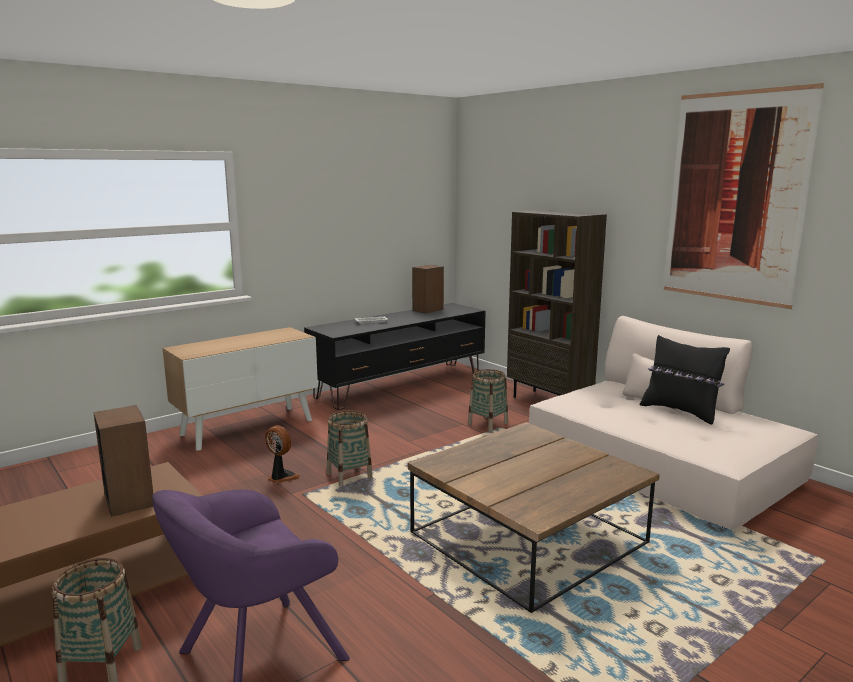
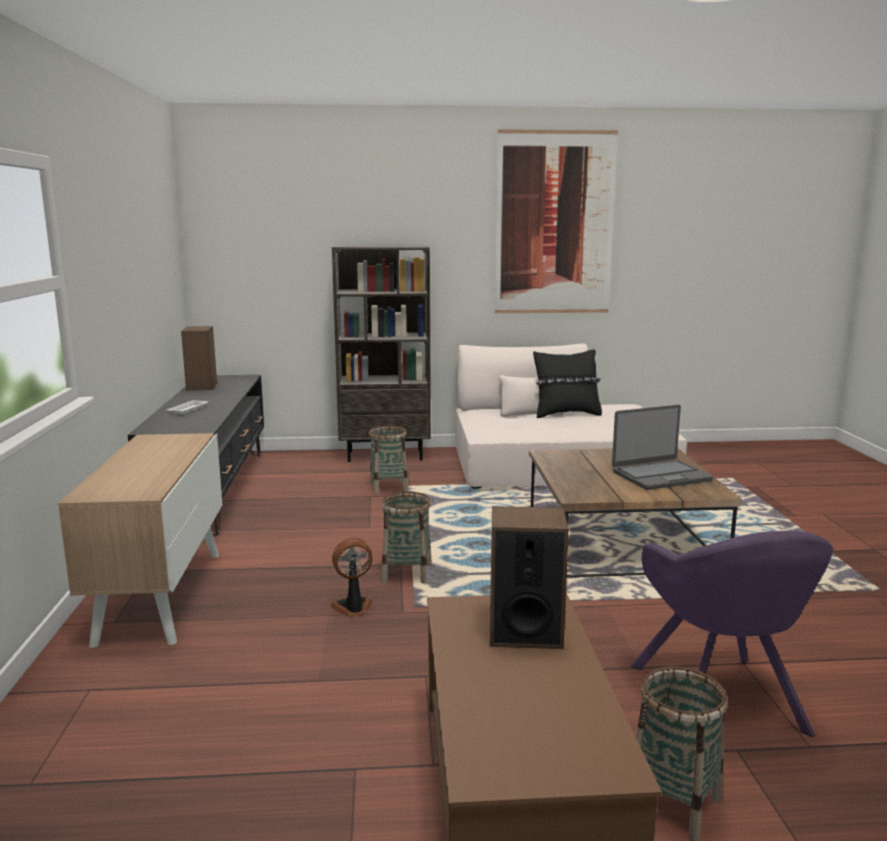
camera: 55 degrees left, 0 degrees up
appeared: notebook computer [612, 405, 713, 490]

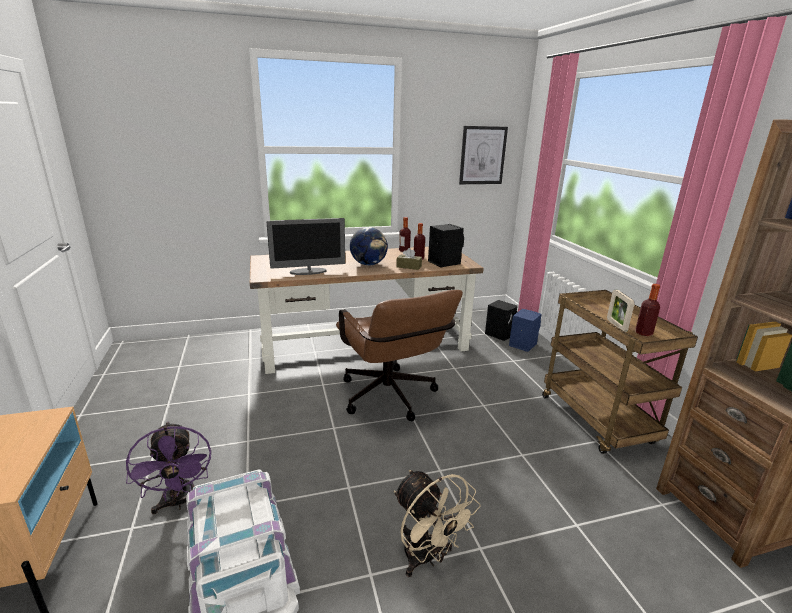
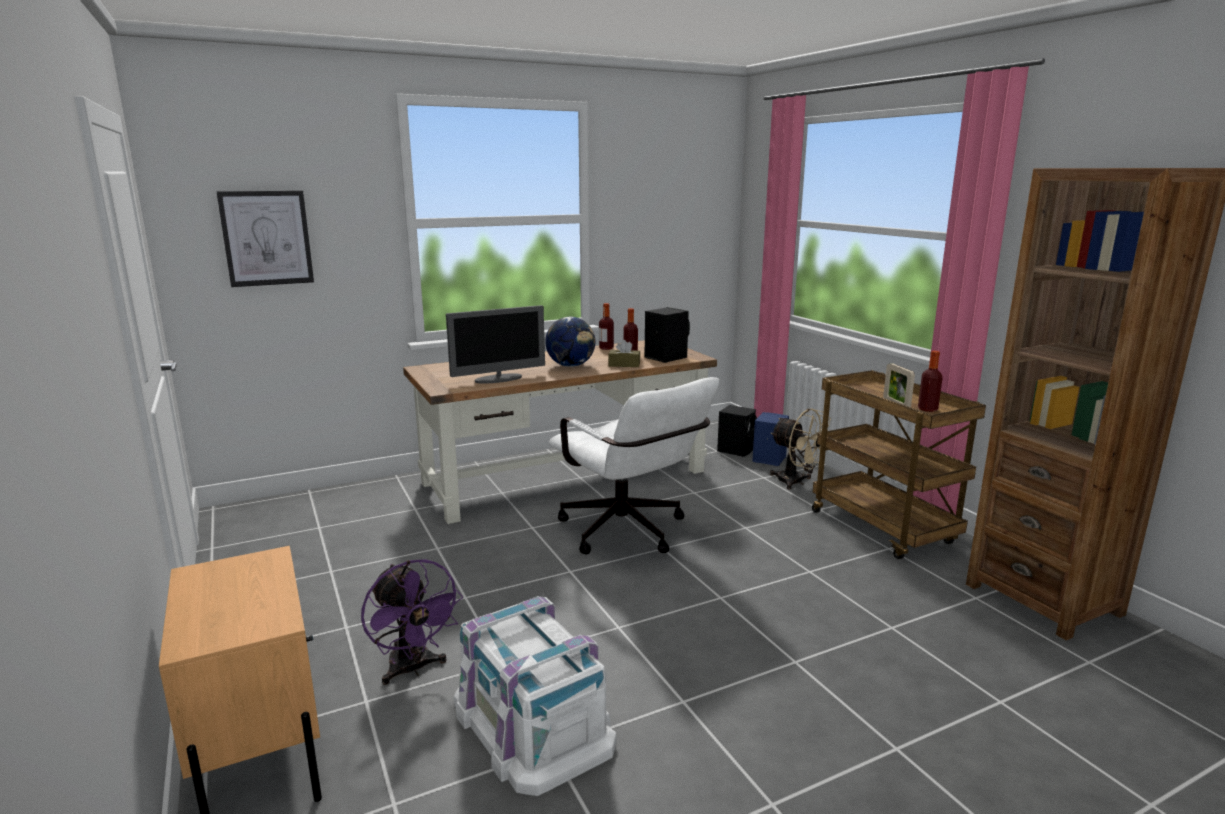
camera: 10 degrees left, 5 degrees down
relocated: wall art [459, 126, 508, 184] to [217, 190, 314, 287]; sand-coloured electric fan [394, 470, 481, 577] to [770, 408, 831, 490]
colour: brownish office chair [336, 290, 463, 421] to whitish office chair [549, 377, 719, 554]

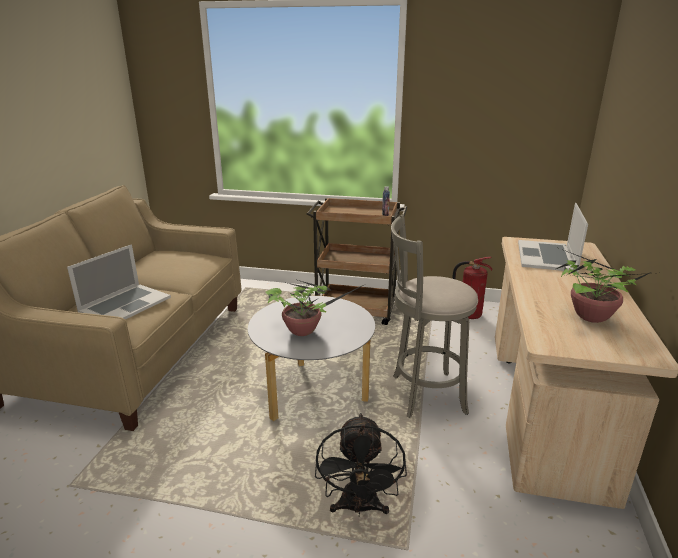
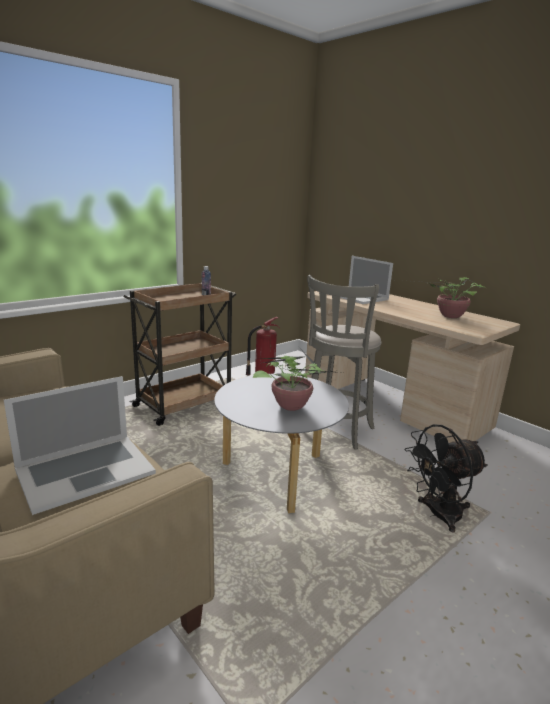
camera: 55 degrees left, 5 degrees down
spun: notebook computer [67, 244, 171, 319] = [4, 376, 156, 515] 75 degrees clockwise; black electric fan [315, 413, 407, 517] = [405, 424, 488, 532] 120 degrees clockwise

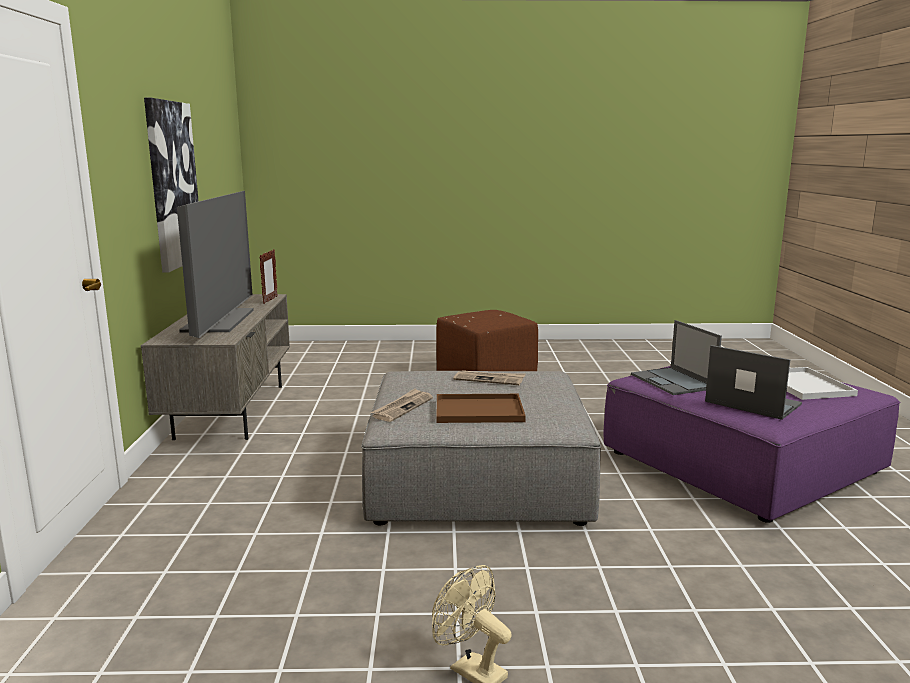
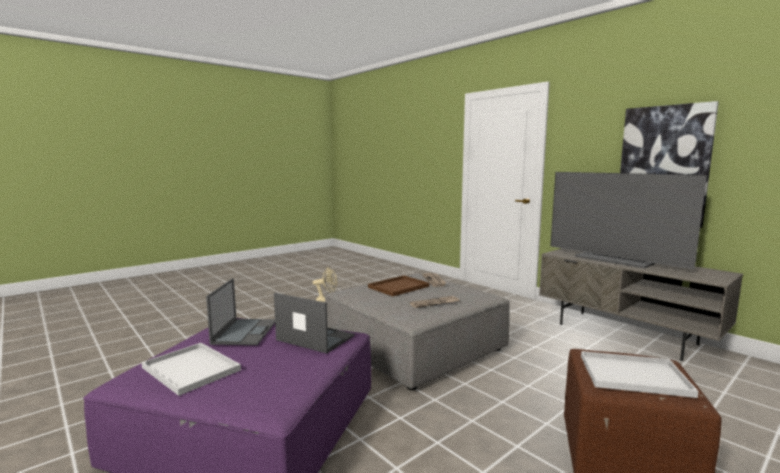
camera: 140 degrees right, 5 degrees down
missing: picture frame [259, 249, 278, 304]
appeared: whitish serving tray [581, 351, 699, 398]
spun: notebook computer [705, 345, 802, 420] = [206, 278, 275, 345] 90 degrees counterclockwise

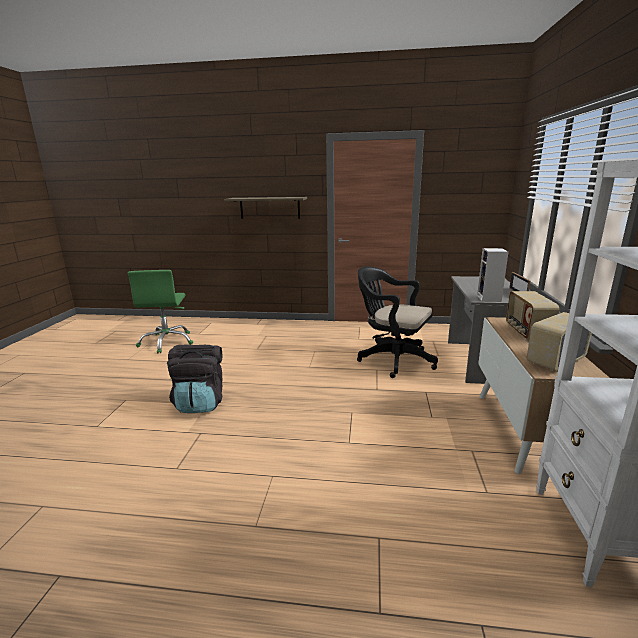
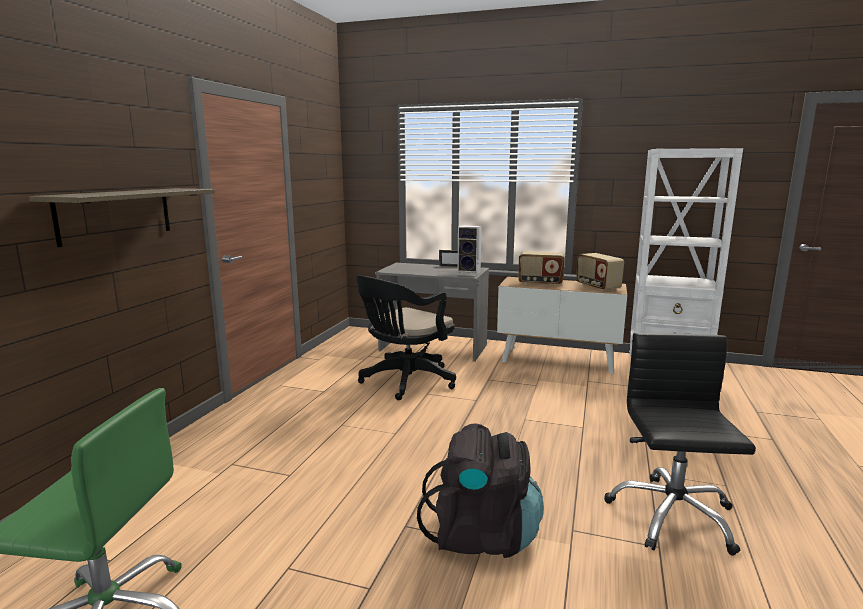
camera: 80 degrees left, 5 degrees down
appeared: black office chair [604, 333, 756, 556]

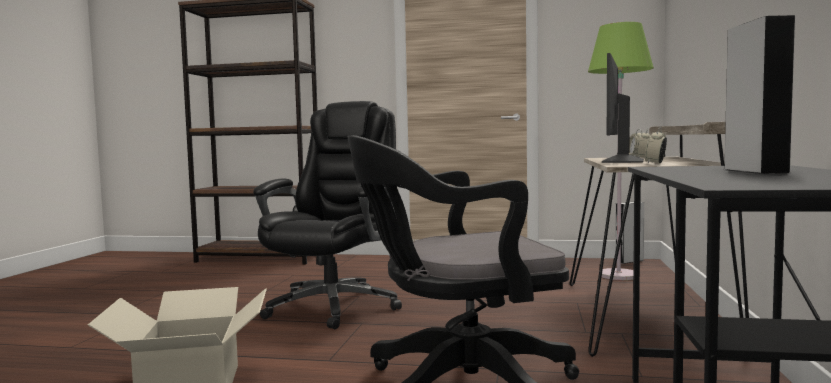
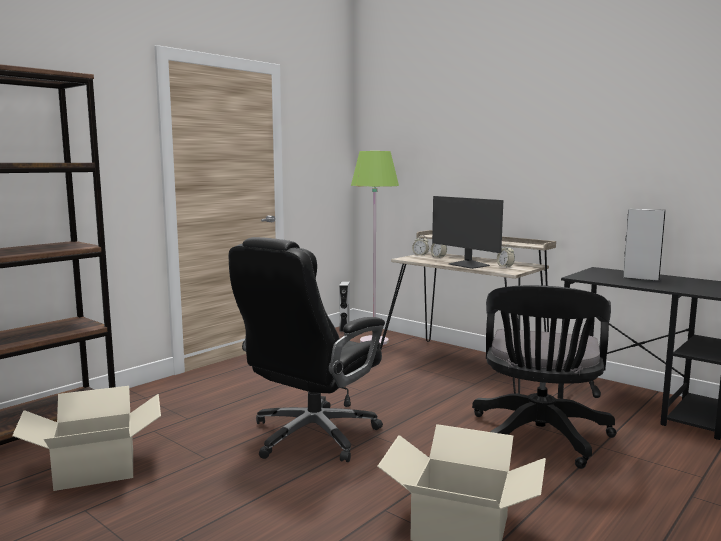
camera: 60 degrees left, 5 degrees up
appeared: cardboard box [12, 386, 161, 491]
spun: black office chair [253, 101, 402, 329] = [229, 237, 385, 462] 105 degrees counterclockwise

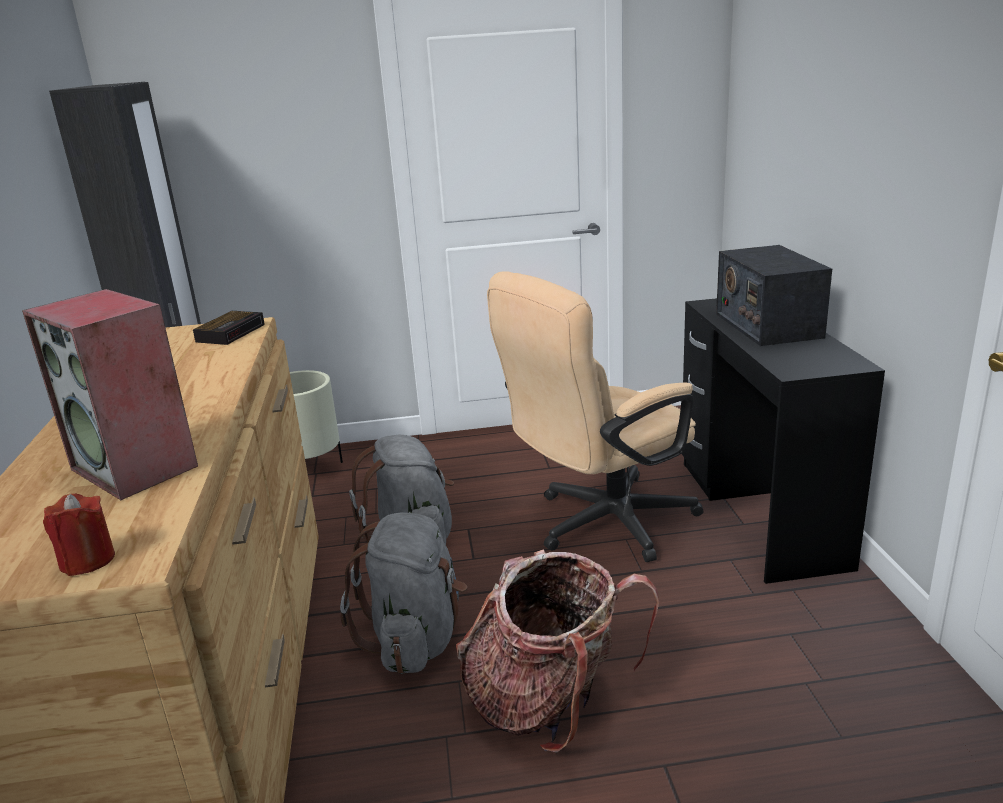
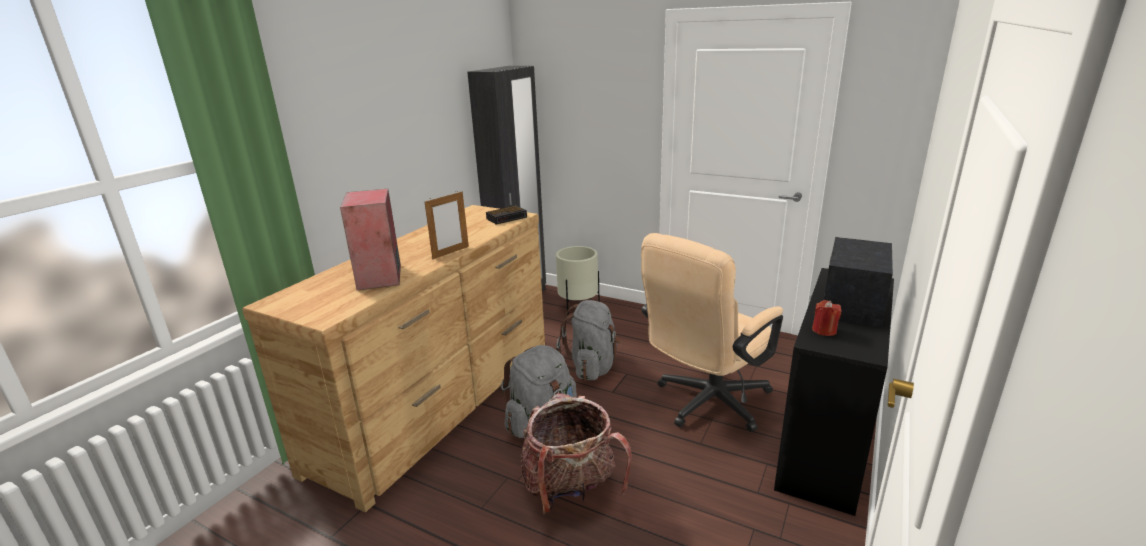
camera: 35 degrees right, 0 degrees up
appeared: picture frame [425, 191, 469, 259]
relocated: red wax candle [43, 494, 115, 576] to [812, 300, 842, 336]
spun: sand-coloured office chair [487, 271, 704, 562] = [641, 233, 783, 432] 45 degrees counterclockwise

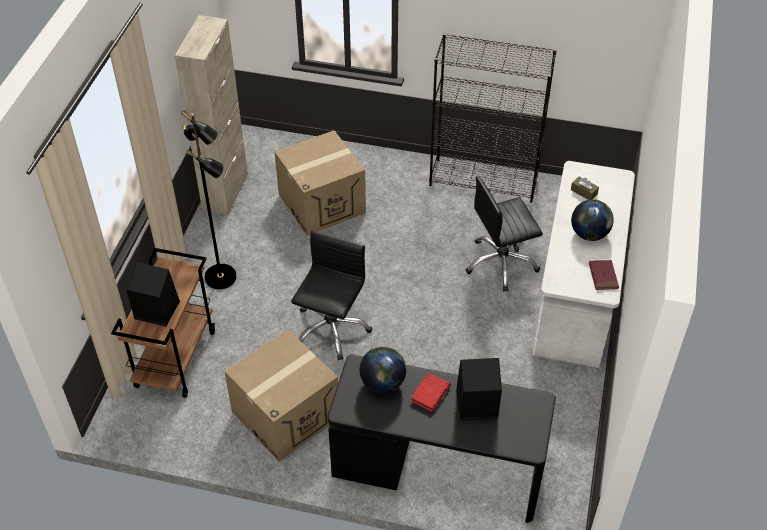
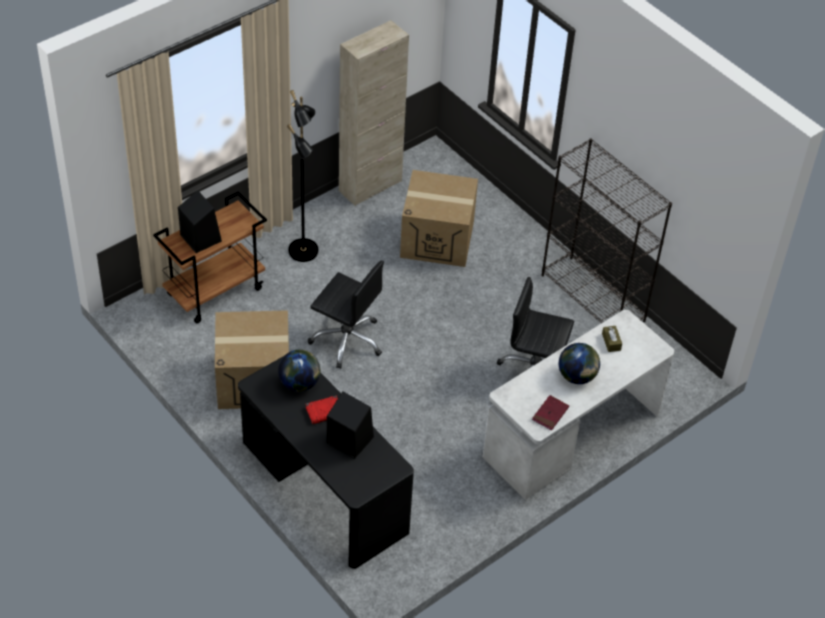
camera: 35 degrees right, 0 degrees up
spun: black office chair [291, 230, 372, 360] = [308, 261, 384, 369] 60 degrees clockwise

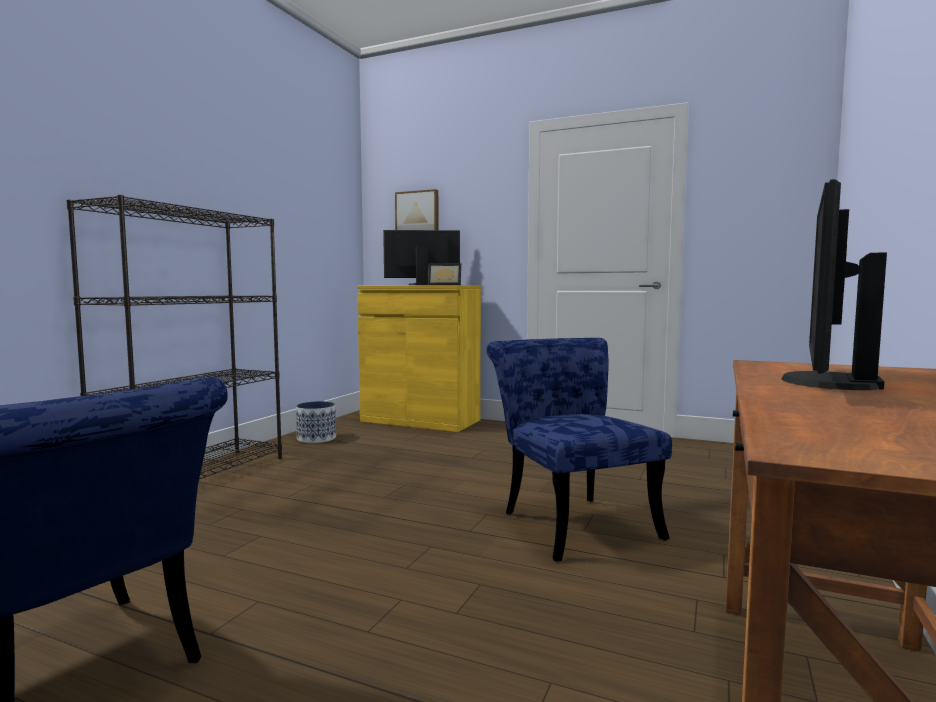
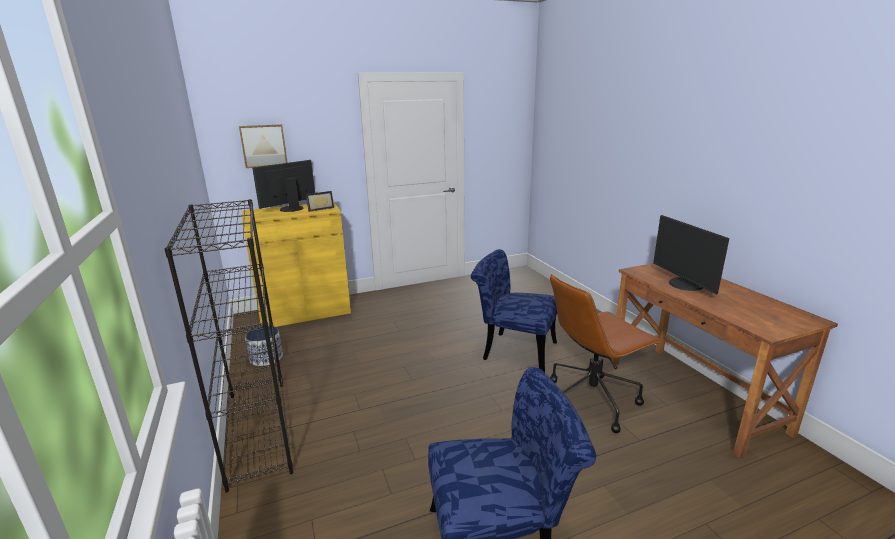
camera: 45 degrees left, 15 degrees up
appeared: brownish office chair [550, 274, 663, 433]

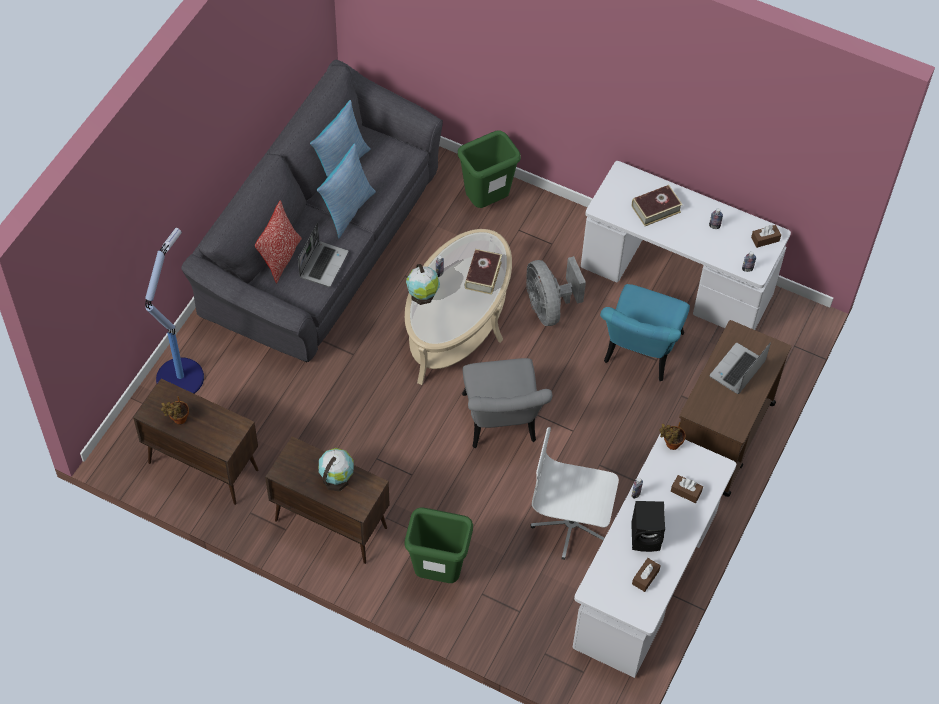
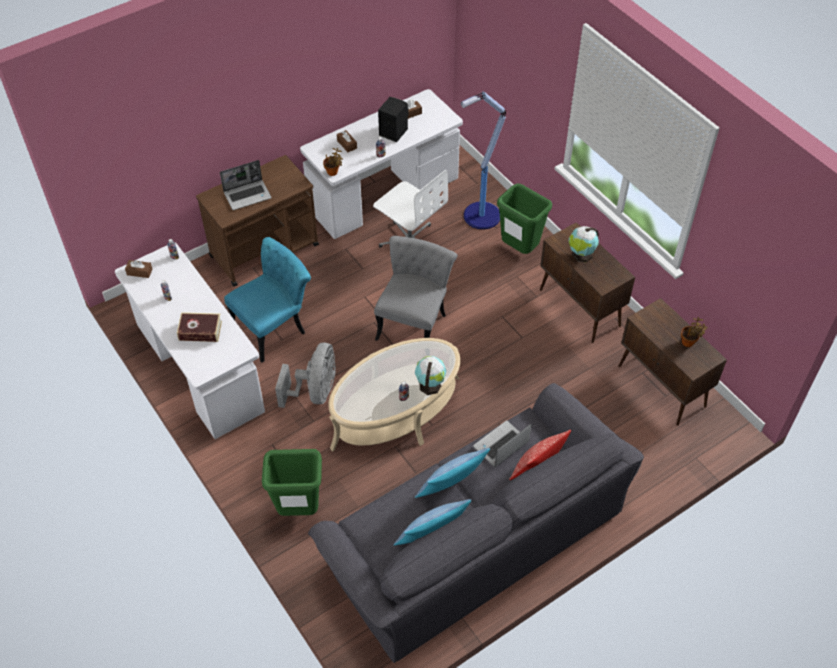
camera: 150 degrees left, 5 degrees down
missing: bound book [465, 249, 502, 295]
relocated: floor lamp [145, 228, 204, 394] to [461, 91, 506, 229]

